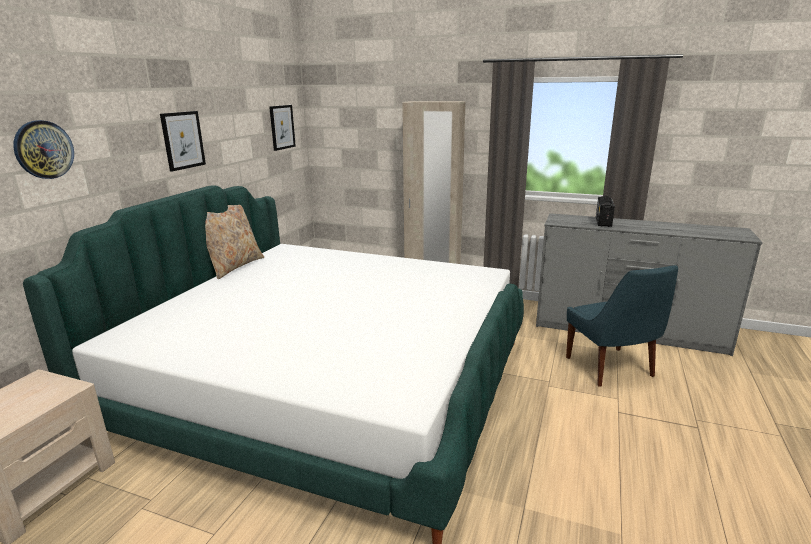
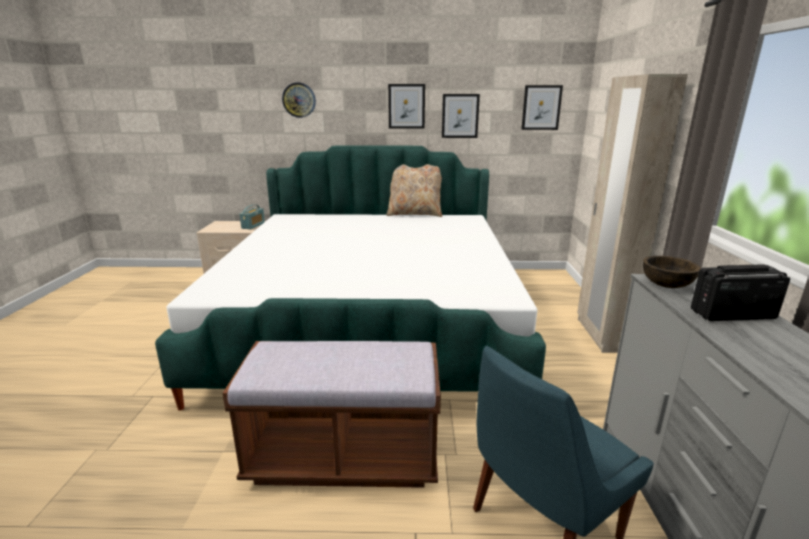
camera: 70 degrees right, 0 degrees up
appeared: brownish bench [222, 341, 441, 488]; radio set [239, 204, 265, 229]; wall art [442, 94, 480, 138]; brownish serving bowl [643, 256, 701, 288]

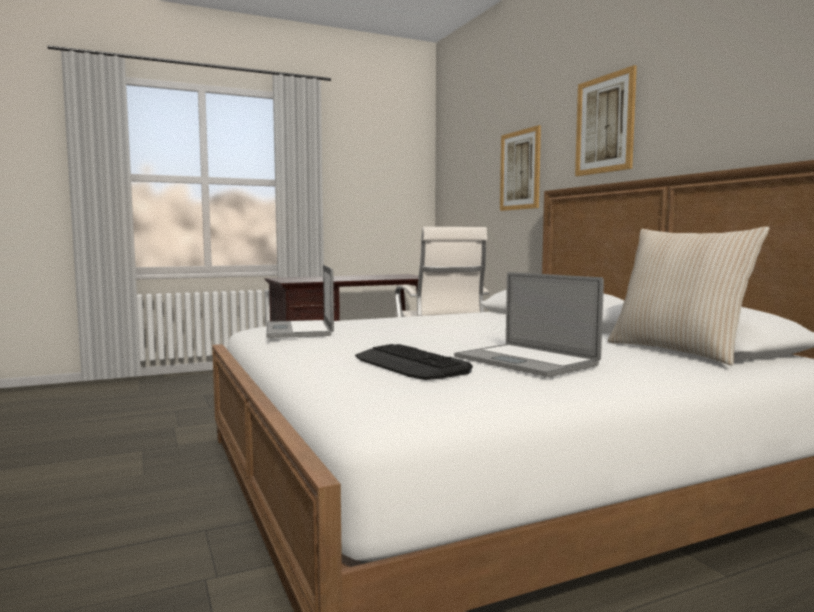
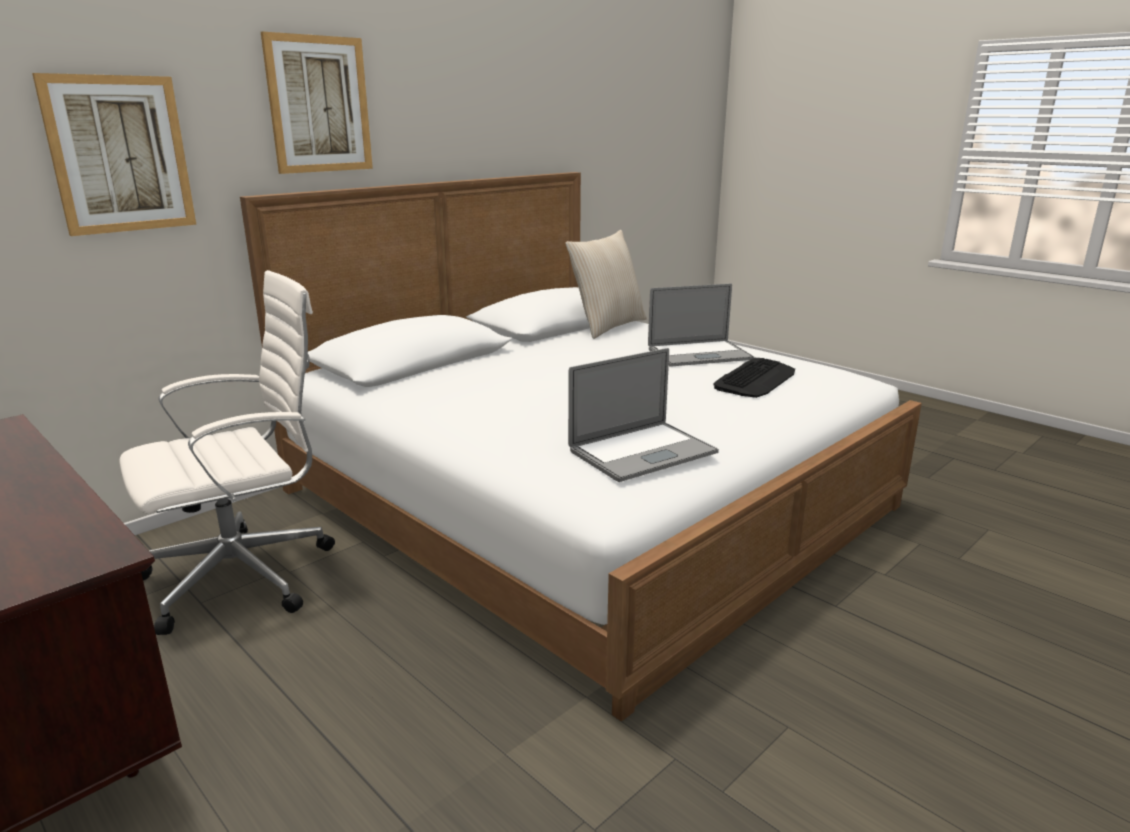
camera: 110 degrees left, 15 degrees up
spun: notebook computer [454, 272, 604, 377] = [648, 284, 754, 367] 45 degrees clockwise

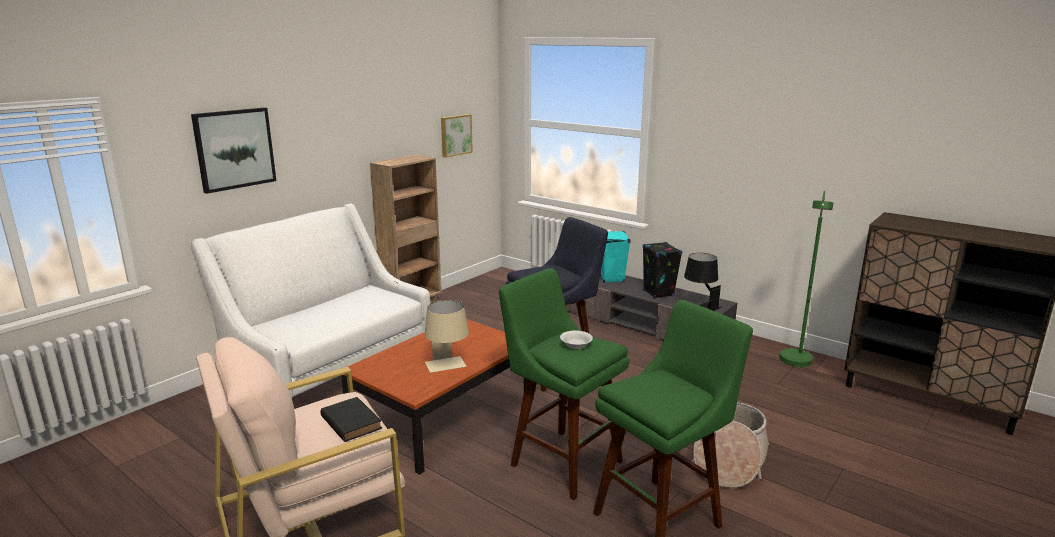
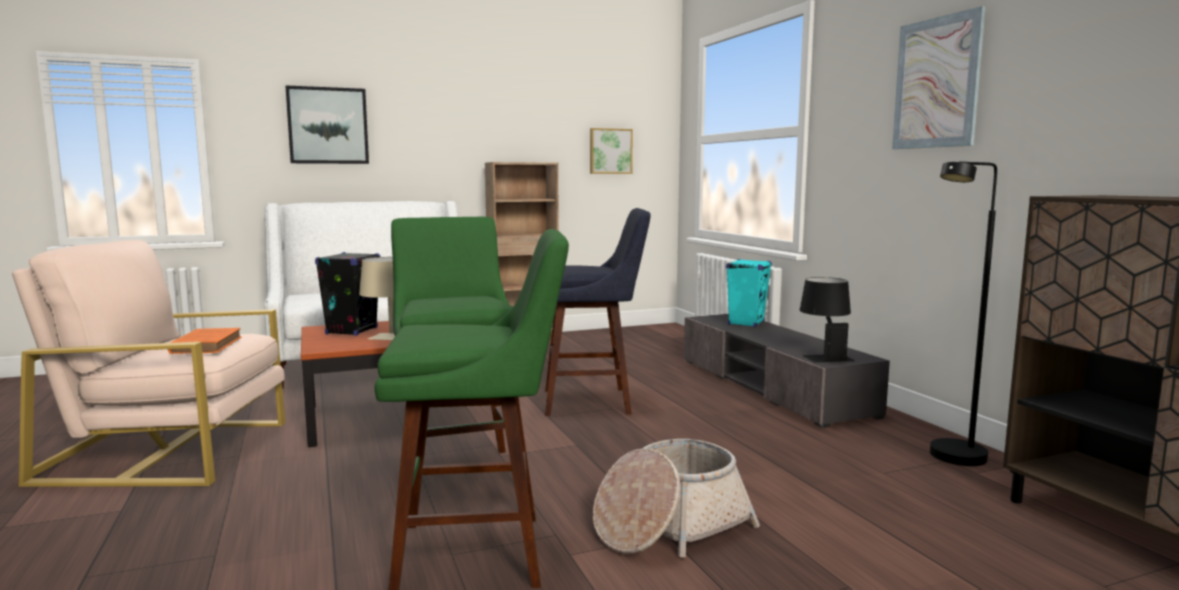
camera: 30 degrees right, 10 degrees down
missing: whitish serving bowl [560, 330, 593, 349]
appeared: wall art [892, 6, 986, 149]
relocated: black loudspeaker [643, 242, 682, 299] to [315, 252, 381, 336]
colour: black bound book [321, 397, 382, 442] to orange bound book [168, 328, 242, 354]; green-coloured floor lamp [779, 191, 833, 367] to black floor lamp [930, 161, 997, 466]

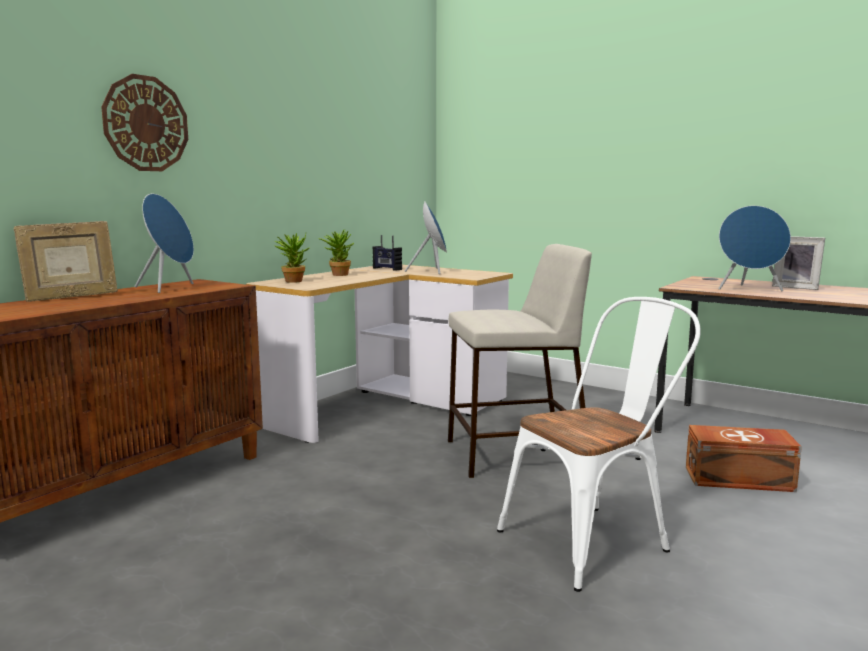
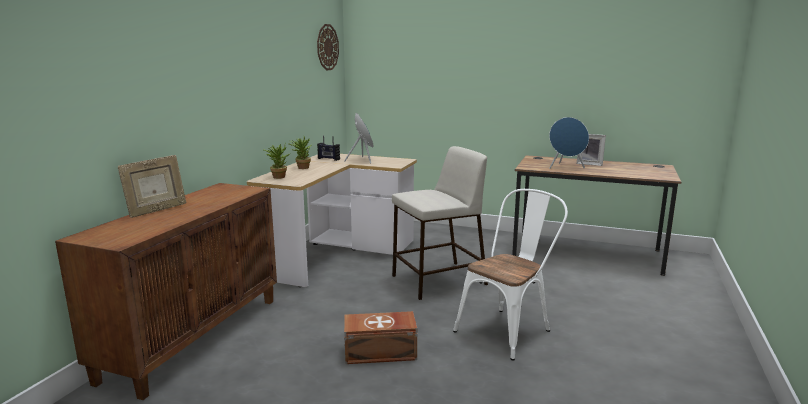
camera: 15 degrees left, 5 degrees up
missing: blue-coloured loudspeaker [135, 194, 194, 293]
relocated: wall clock [101, 74, 188, 171] to [317, 24, 339, 71]; brownish storage container [686, 425, 802, 492] to [344, 311, 417, 364]

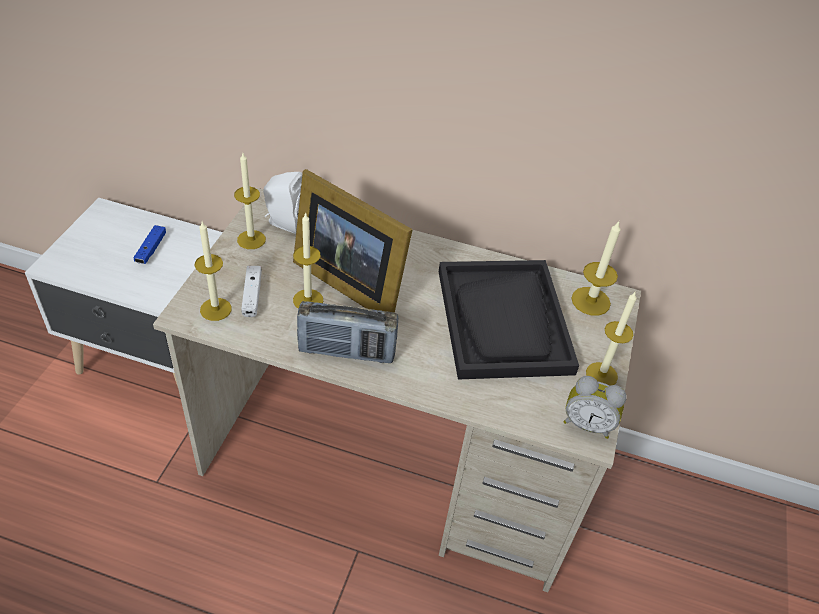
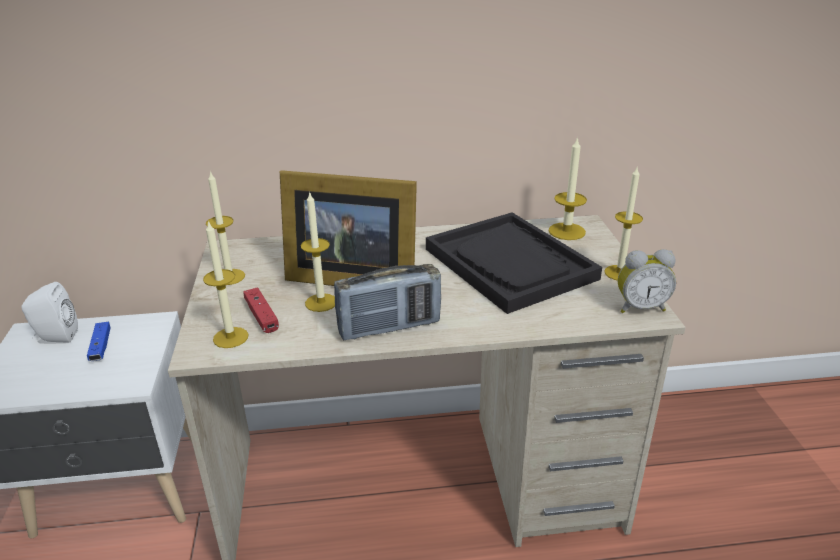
camera: 20 degrees left, 15 degrees down
relocated: whitish loudspeaker [263, 172, 303, 234] to [22, 282, 78, 344]
colour: whitish game controller [241, 266, 262, 317] to red game controller [243, 287, 279, 333]

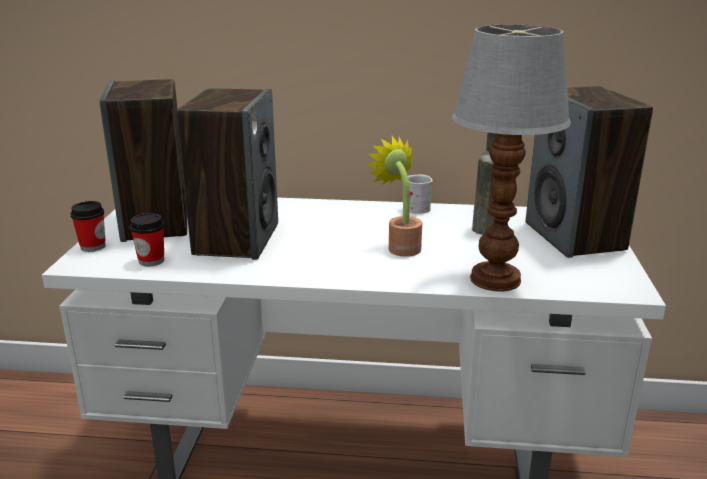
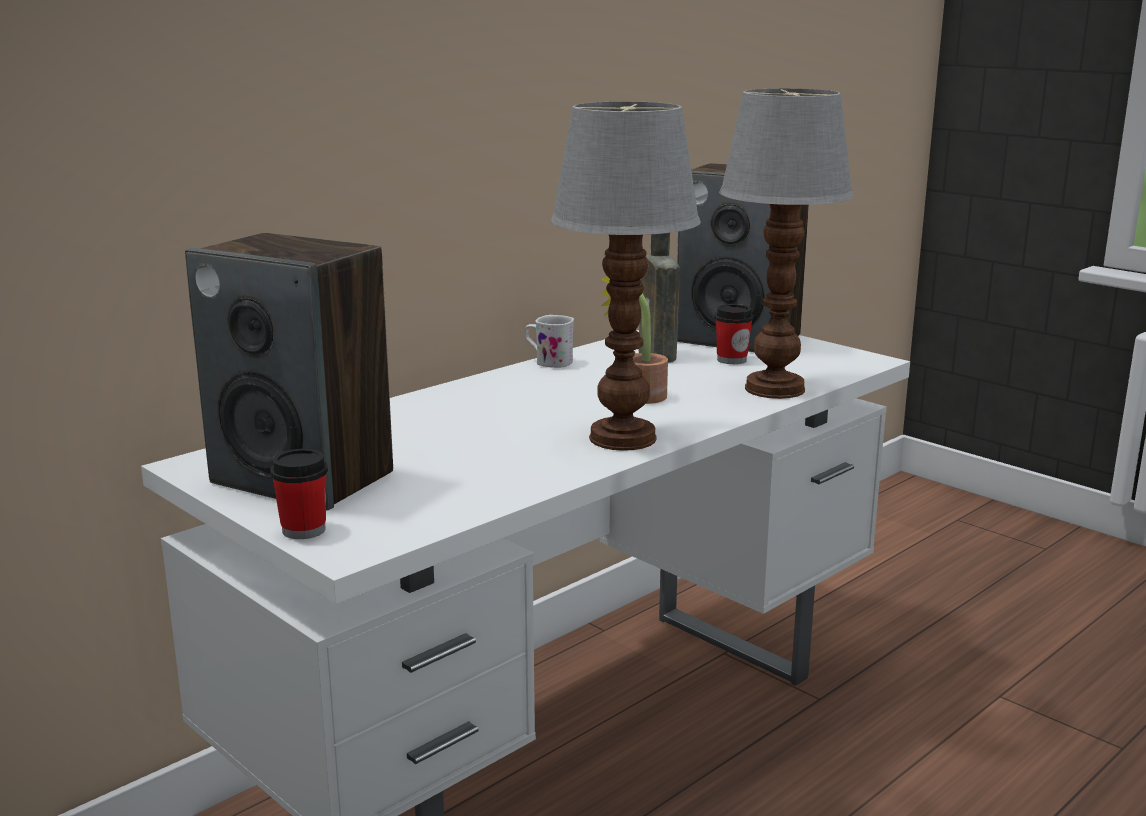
camera: 50 degrees left, 5 degrees down
missing: loudspeaker [176, 88, 278, 260]
appeared: table lamp [551, 101, 701, 451]
relocated: cup [130, 213, 164, 266] to [715, 304, 753, 364]

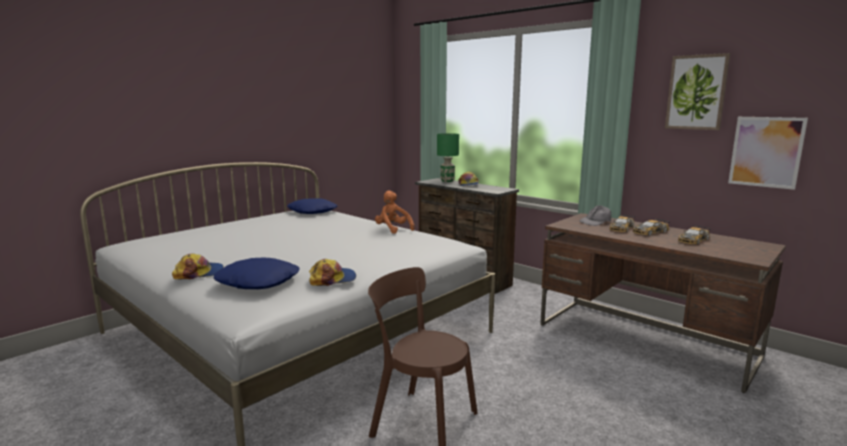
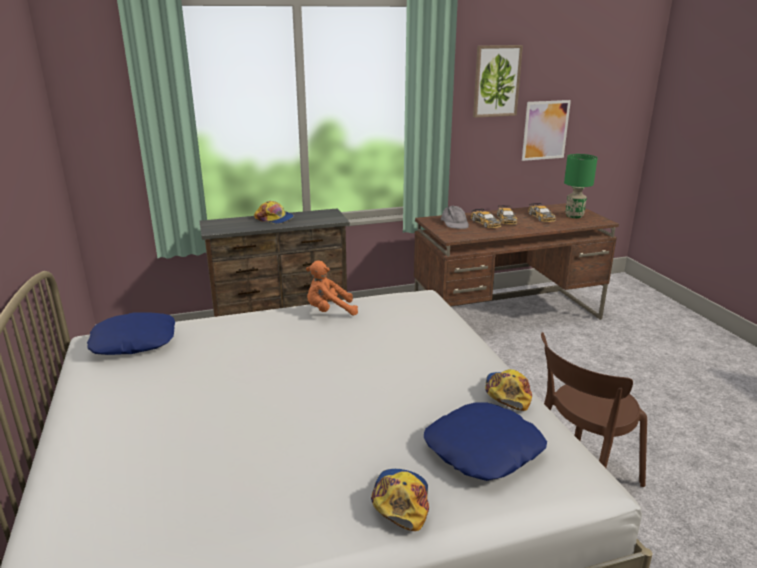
camera: 60 degrees left, 10 degrees up
relocated: green-coloured table lamp [437, 133, 459, 182] to [564, 154, 597, 218]

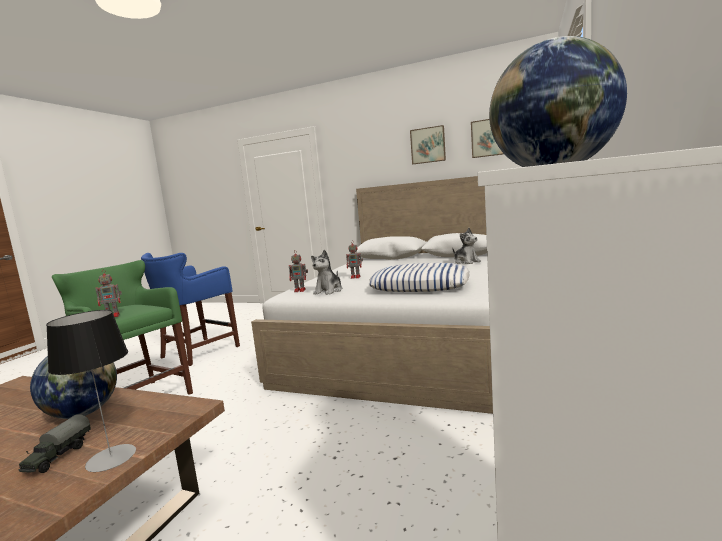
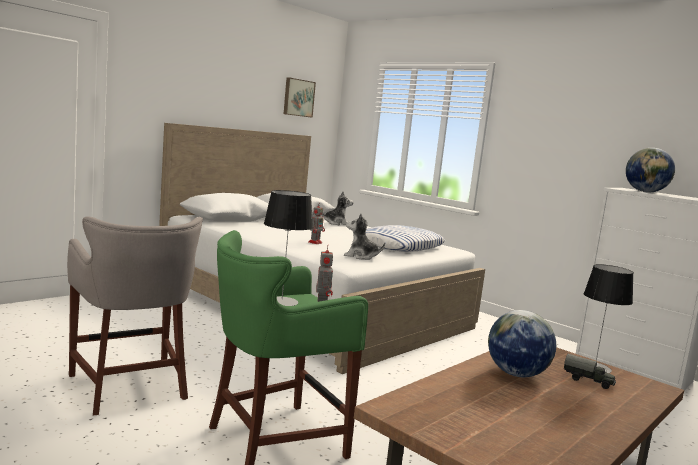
camera: 70 degrees left, 0 degrees up
missing: model robot [289, 251, 308, 292]; wall art [410, 125, 446, 164]
appeared: table lamp [264, 190, 313, 306]
colour: blue-coloured stool [141, 253, 240, 366] to gray stool [67, 216, 203, 416]
spun: soft toy [311, 250, 342, 295] = [344, 213, 385, 260] 150 degrees clockwise

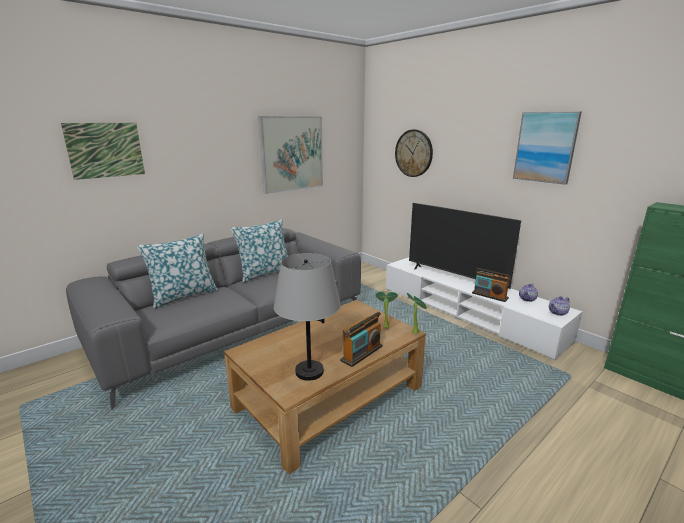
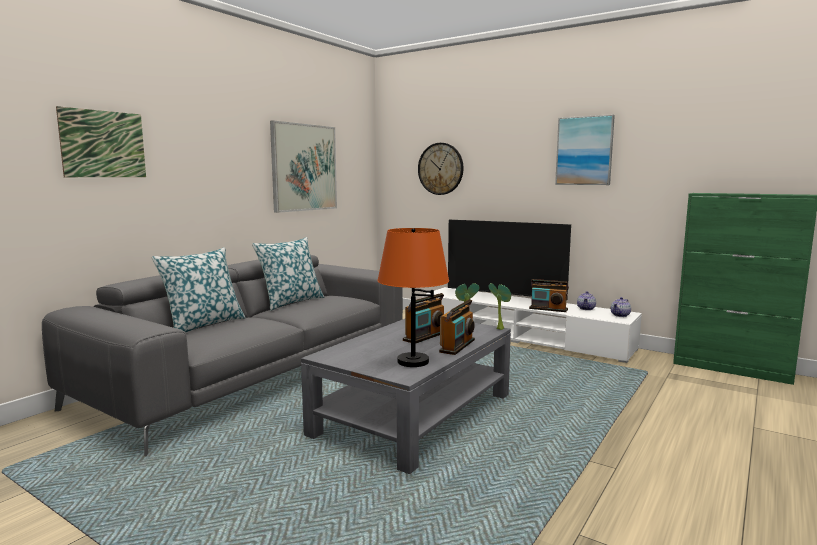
camera: 15 degrees left, 10 degrees down
appeared: radio set [403, 293, 444, 344]
colour: brownish lounge table [224, 300, 426, 474] to gray lounge table [301, 319, 511, 474]; gray table lamp [274, 253, 341, 381] to orange table lamp [377, 228, 449, 367]

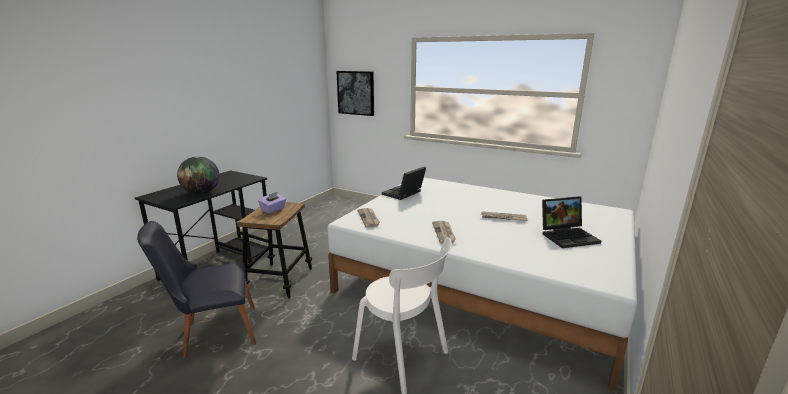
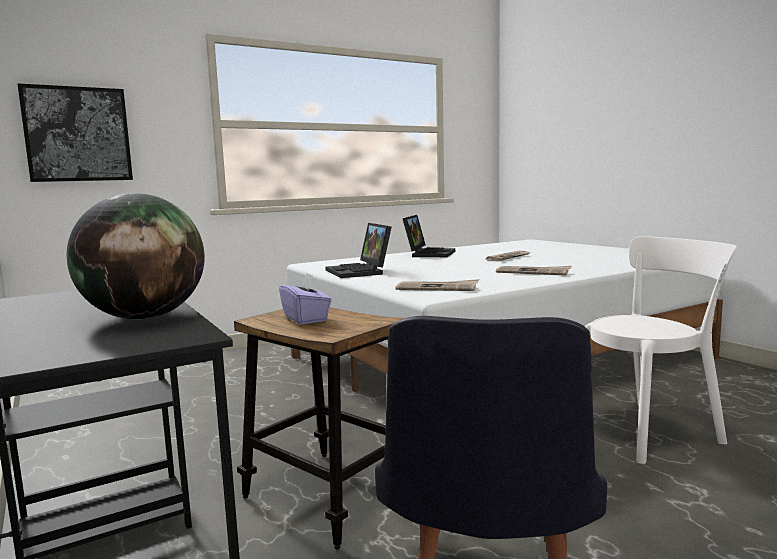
camera: 60 degrees left, 10 degrees down
relocated: notebook computer [542, 196, 601, 248] to [403, 215, 455, 257]

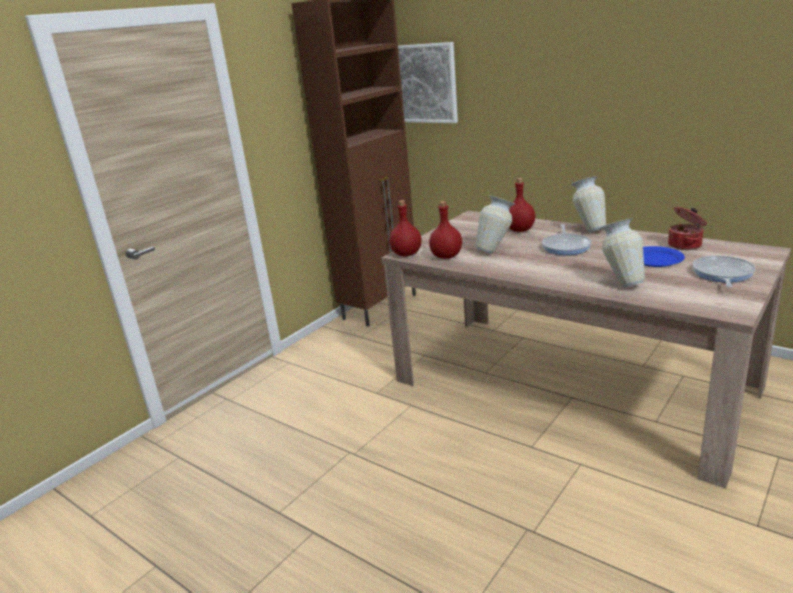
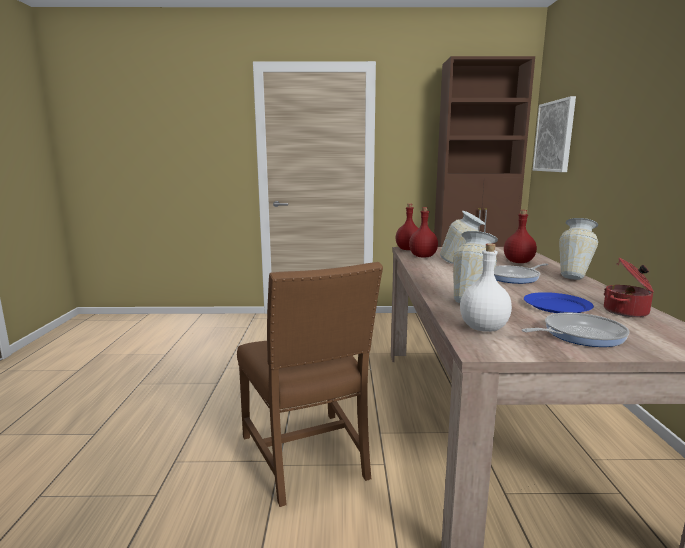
camera: 50 degrees right, 10 degrees down
appeared: brownish chair [237, 262, 383, 507]; whitish bottle [460, 243, 512, 332]

